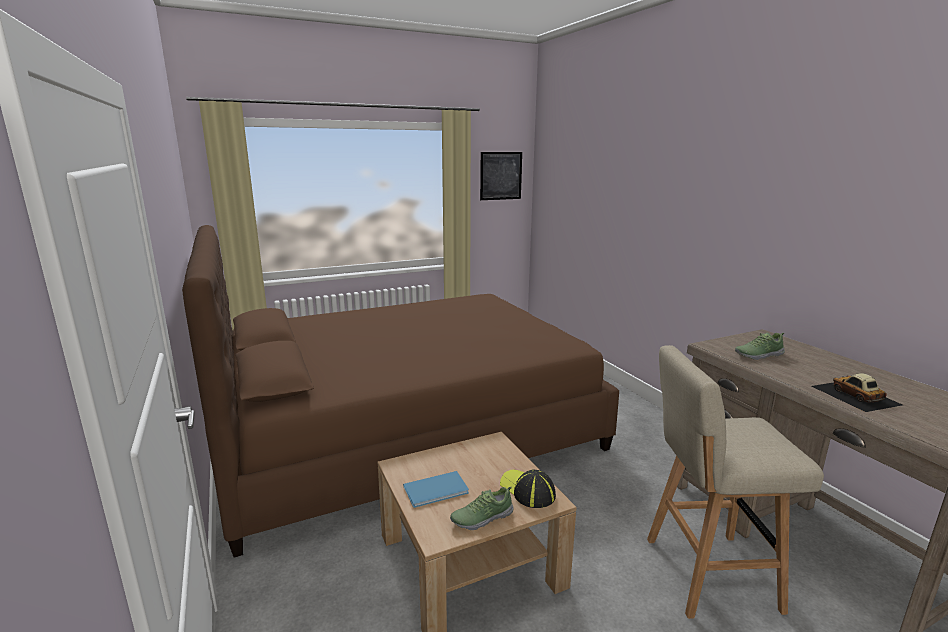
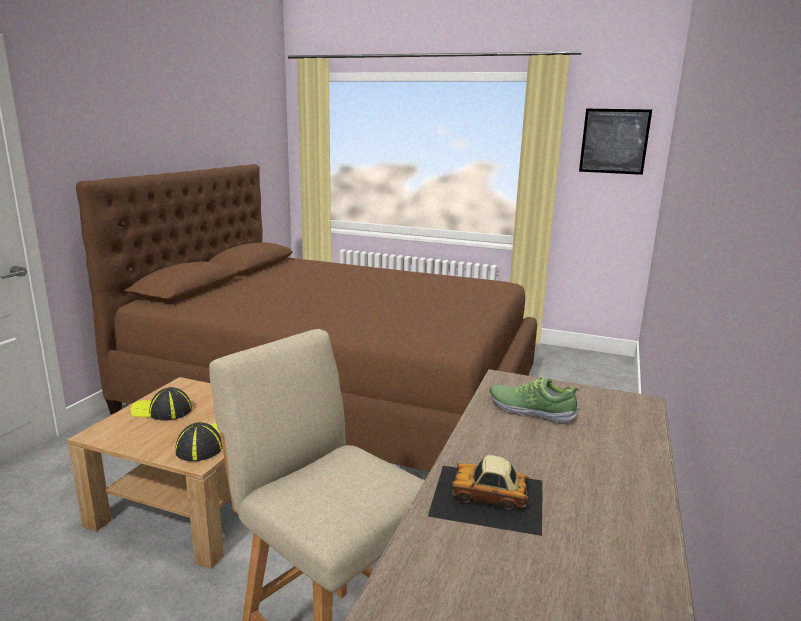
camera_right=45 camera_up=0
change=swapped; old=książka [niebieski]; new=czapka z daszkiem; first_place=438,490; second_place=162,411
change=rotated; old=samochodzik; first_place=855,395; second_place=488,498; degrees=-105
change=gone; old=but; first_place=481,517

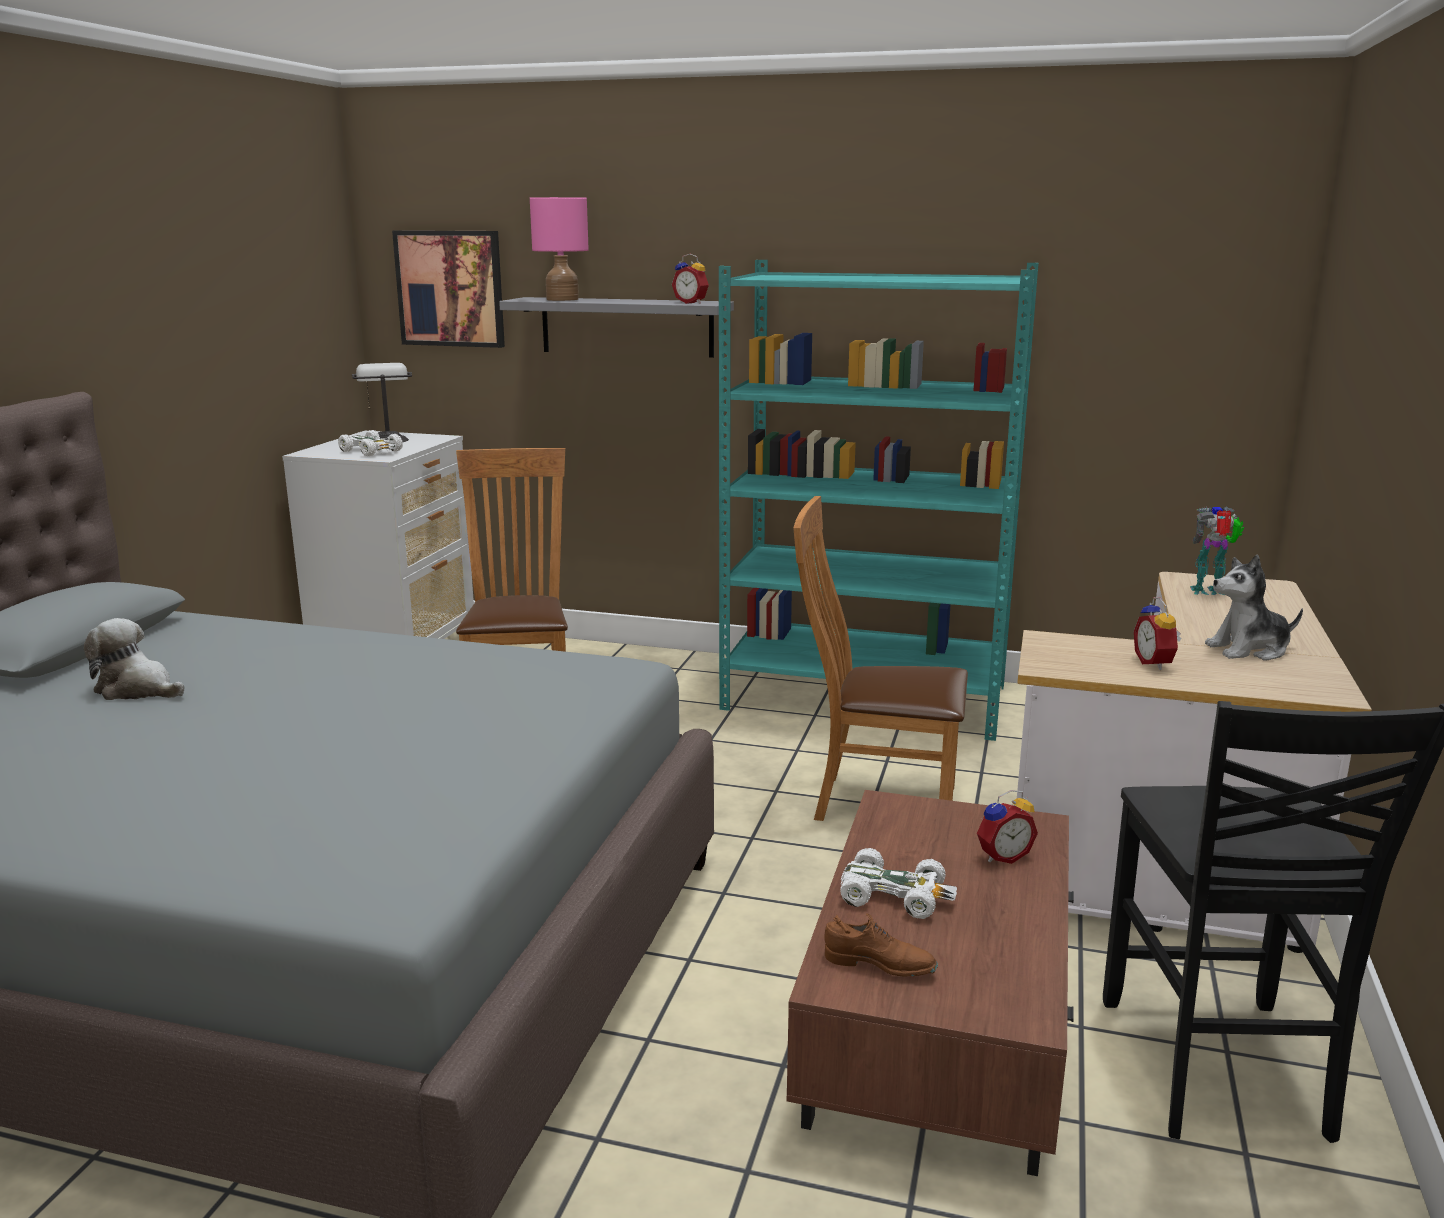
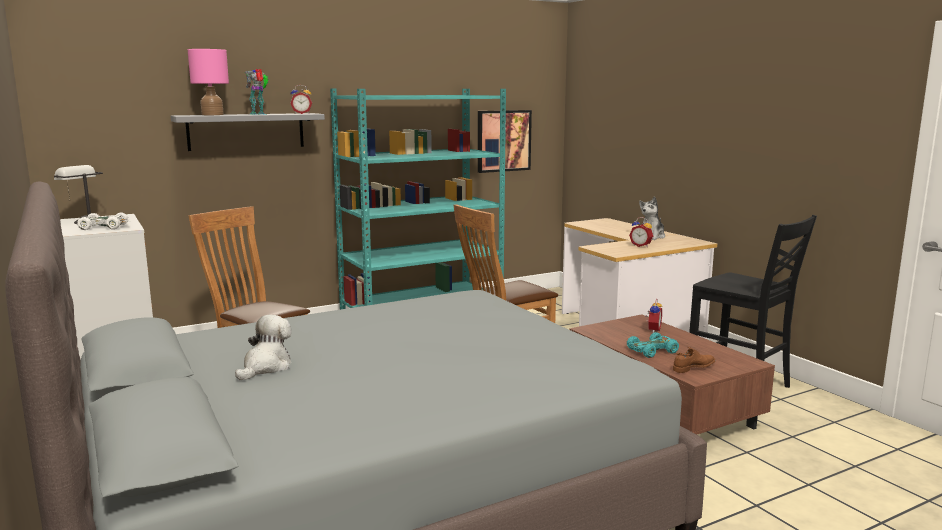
camera_right=-45 camera_up=-5
change=rotated; old=pluszak; first_place=138,690; second_place=266,367; degrees=135
change=shifted; old=robot zabawkowy; first_place=1209,592; second_place=258,114
change=shifted; old=obraz; first_place=450,288; second_place=503,140
change=repainted; old=samochodzik [biały]; new=samochodzik [turkusowy]; first_place=895,895; second_place=652,350

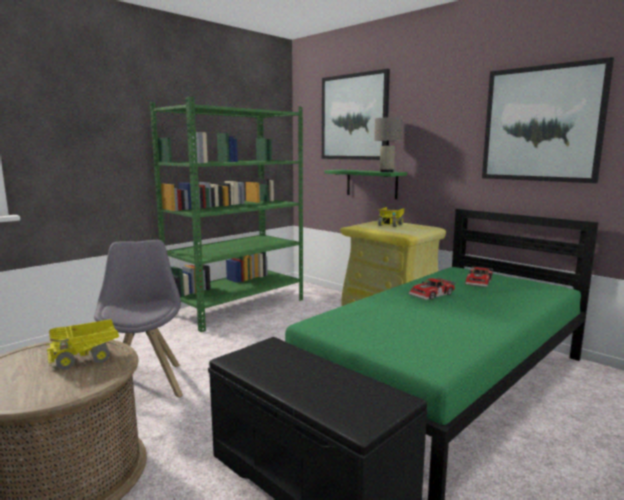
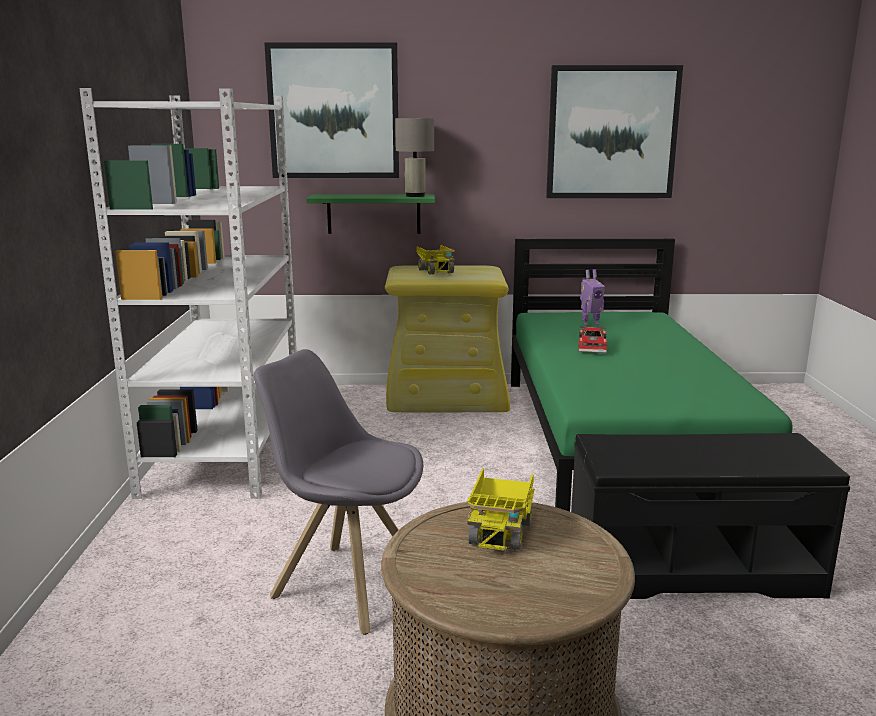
camera_right=-45 camera_up=5
change=repainted; old=regał [zielony]; new=regał [biały]; first_place=237,306; second_place=227,448
change=swapped; old=samochodzik; new=robot zabawkowy; first_place=480,282; second_place=589,323

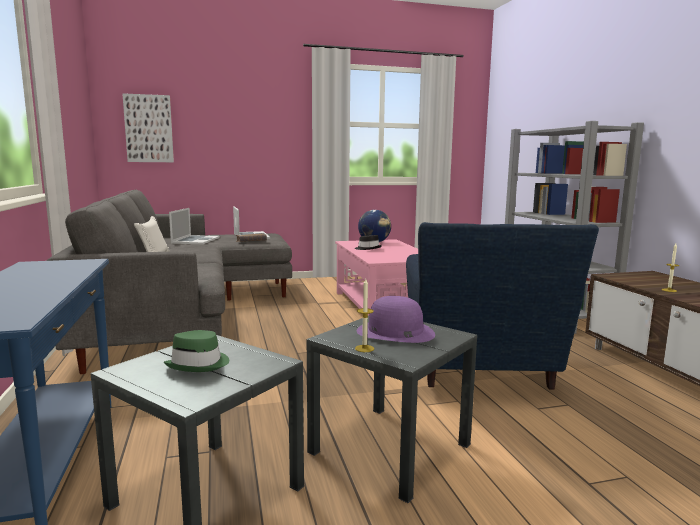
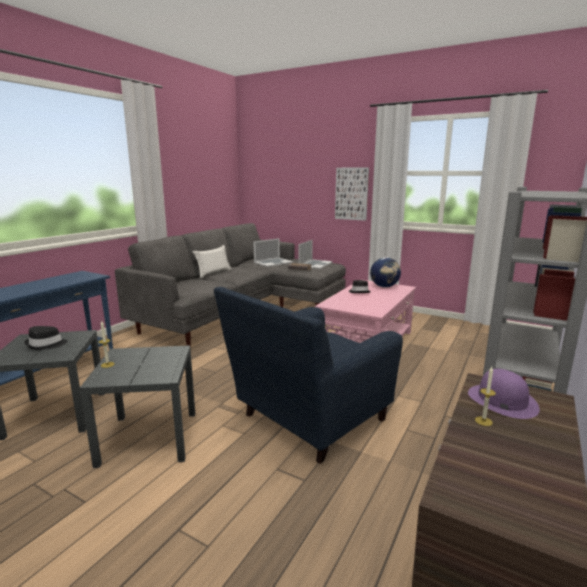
camera_right=45 camera_up=5
change=repainted; old=kapelusz [zielony]; new=kapelusz [czarny]; first_place=199,364; second_place=46,344
change=shifted; old=obraz; first_place=148,128; second_place=351,194
change=shifted; old=kapelusz [fioletowy]; first_place=395,332; second_place=501,400

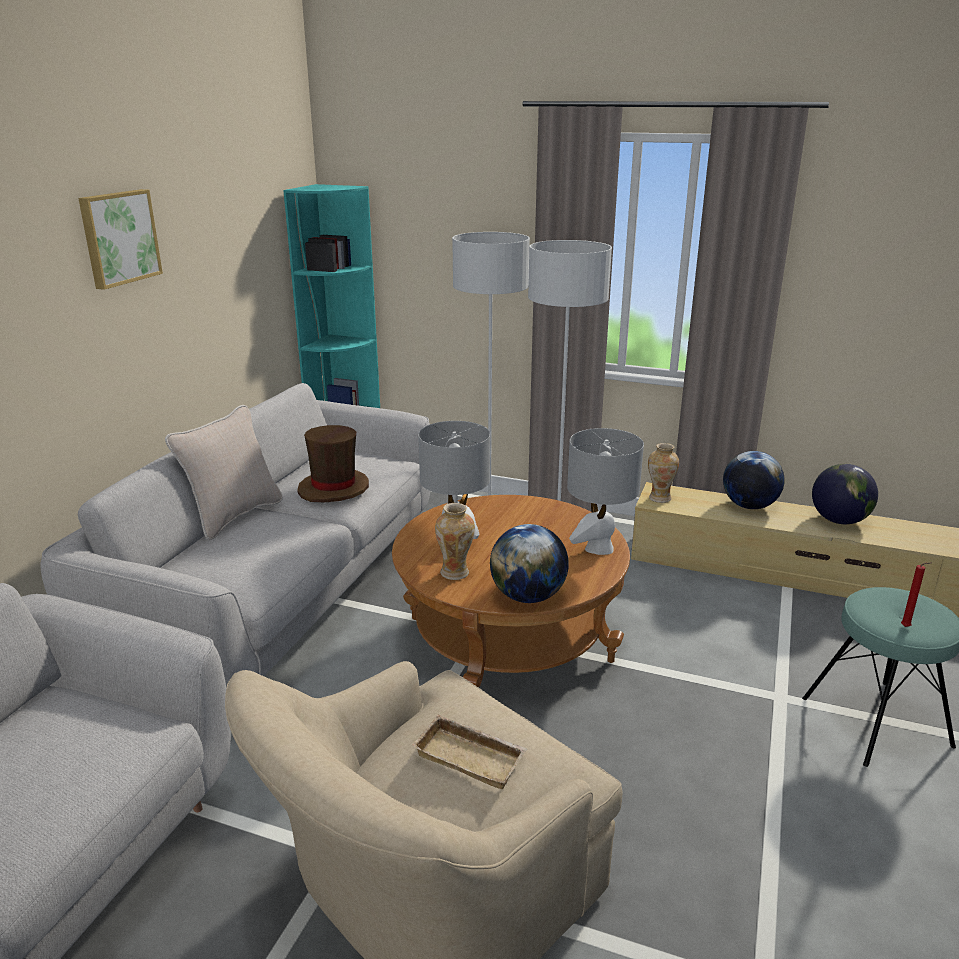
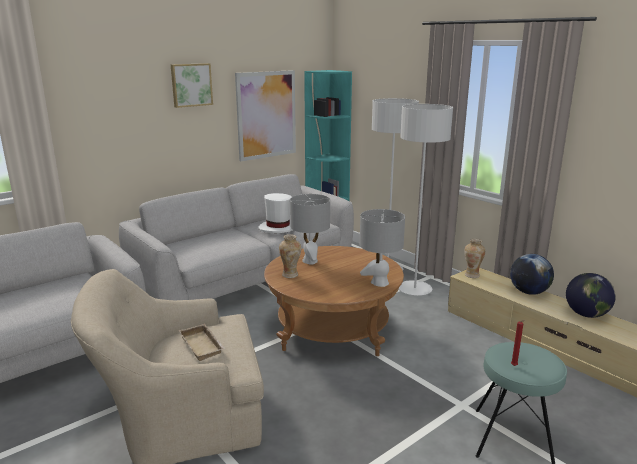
camera_right=30 camera_up=-5
change=new; new=obraz; second_place=266,115
change=repainted; old=kapelusz [brązowy]; new=kapelusz [biały]; first_place=334,488; second_place=278,228
change=gone; old=poduszka [beżowy]; first_place=234,516
change=gone; old=globus; first_place=528,596

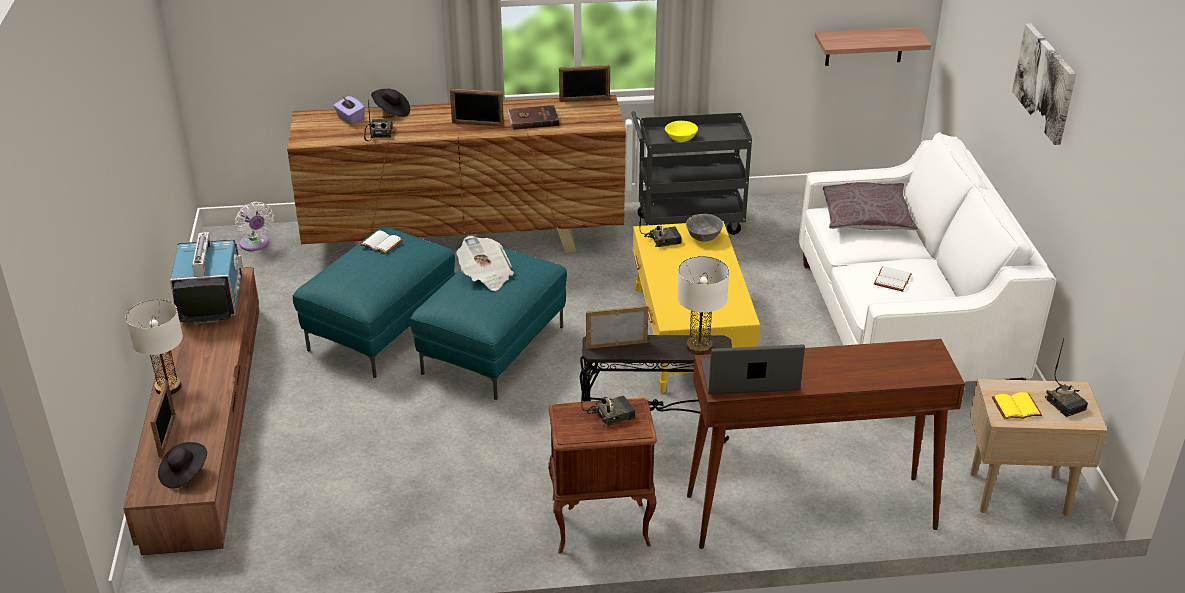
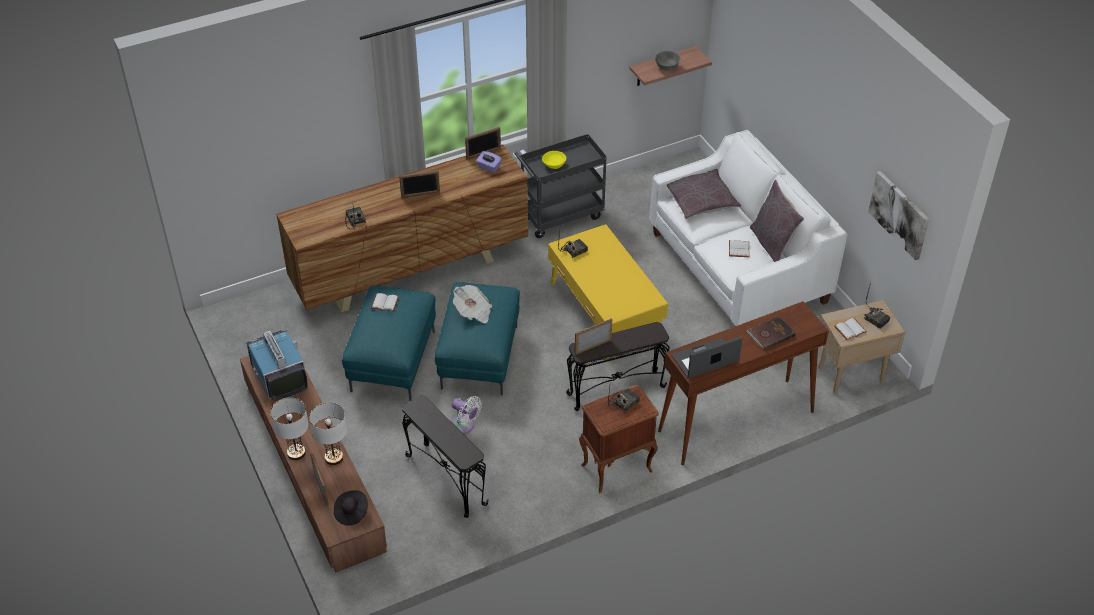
camera_right=-20 camera_up=10
change=shifted; old=lampa stołowa; first_place=699,347; second_place=334,457
change=new; new=stolik [czarny]; second_place=446,480
change=shifted; old=wentylator [biały]; first_place=255,245; second_place=464,426
change=shifted; old=pudełko chusteczek [fioletowy]; first_place=350,118; second_place=489,167
change=shifted; old=miska [szary]; first_place=703,237; second_place=667,67
change=shifted; old=książka [brązowy]; first_place=533,119; second_place=770,334
change=new; new=poduszka [szary]; second_place=772,244
change=repainted; old=książka [żółty]; new=książka [biały]; first_place=1016,406; second_place=850,329
change=shifted; old=obraz; first_place=1045,82; second_place=899,214
change=gone; old=kapelusz [czarny]; first_place=392,111

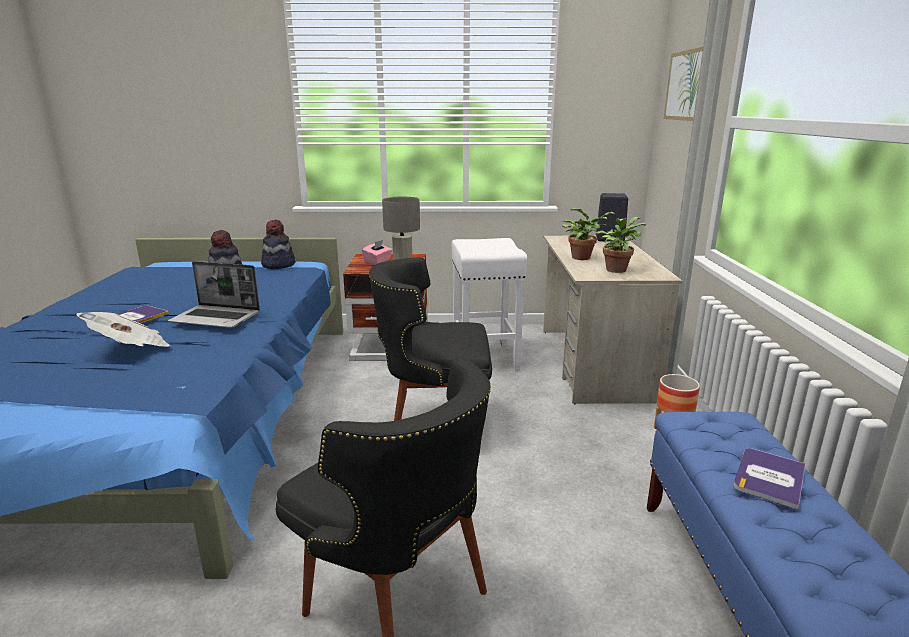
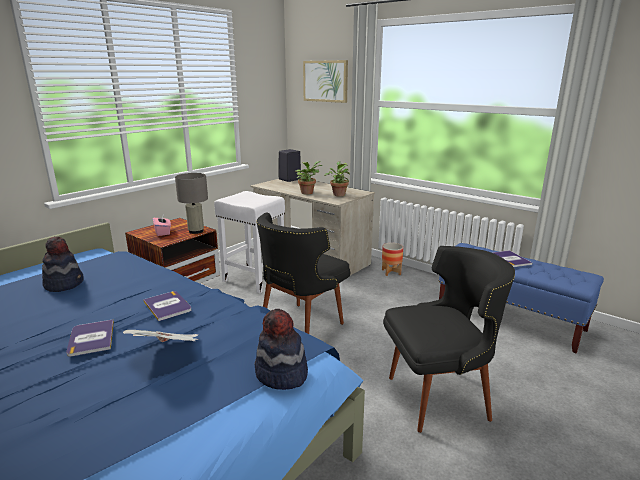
camera_right=-50 camera_up=0
change=swapped; old=laptop; new=książka; first_place=217,318; second_place=167,306
change=shifted; old=kapelusz; first_place=278,265; second_place=281,374

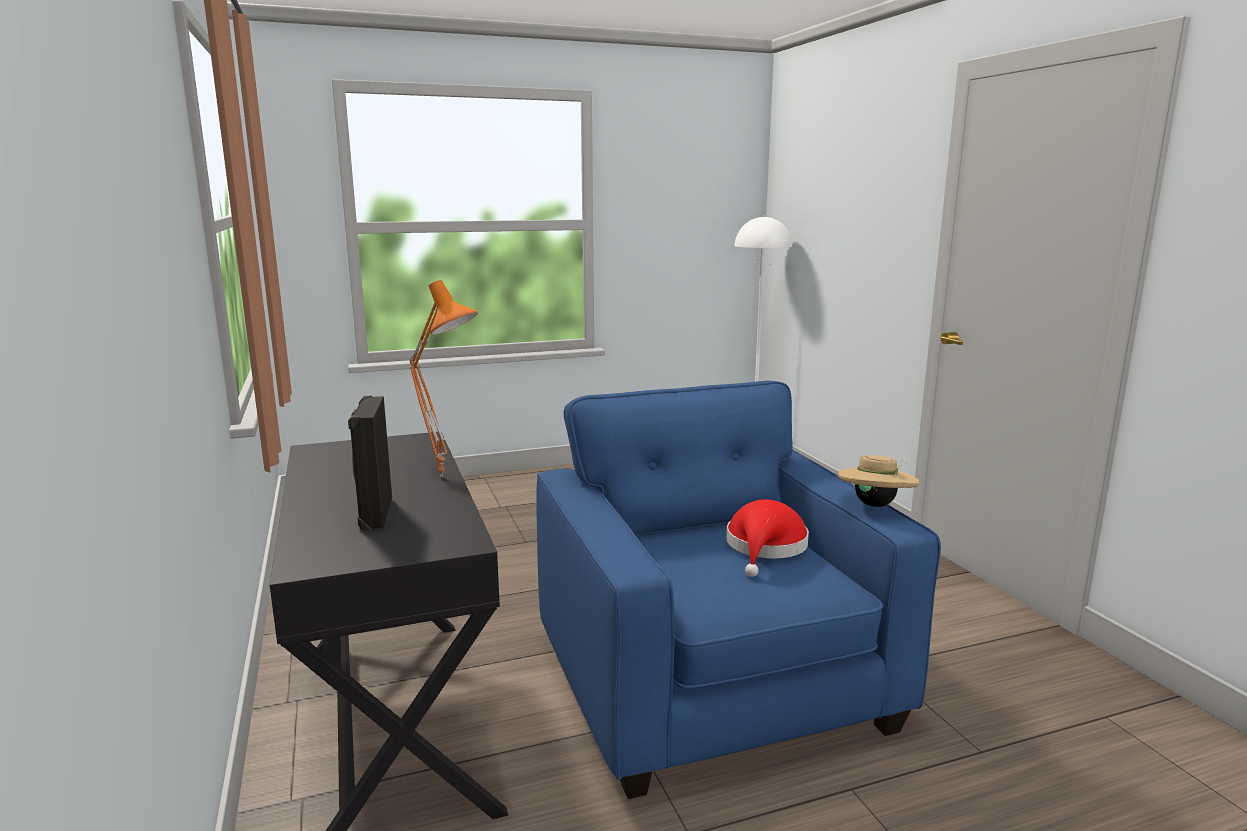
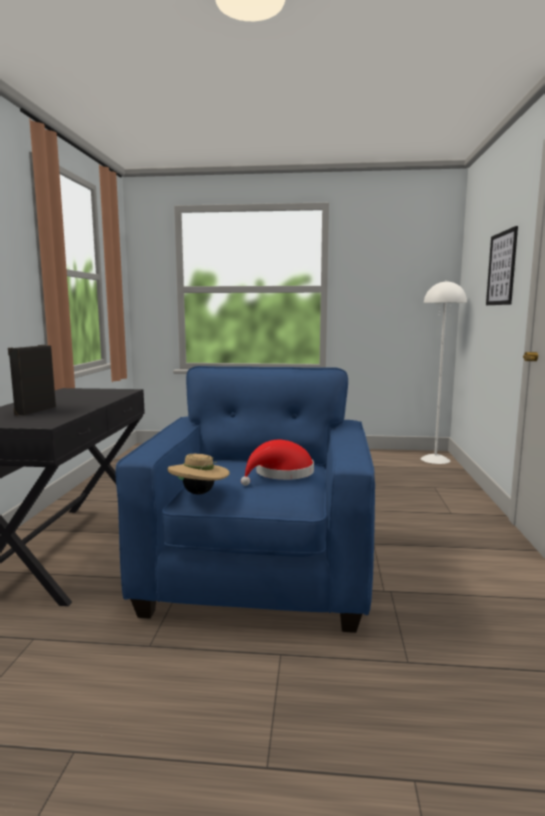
camera_right=25 camera_up=-5
change=shifted; old=kapelusz [beżowy]; first_place=875,505; second_place=199,493
change=new; new=obraz; second_place=501,268
change=gone; old=lampa stołowa [pomarańczowy]; first_place=445,476

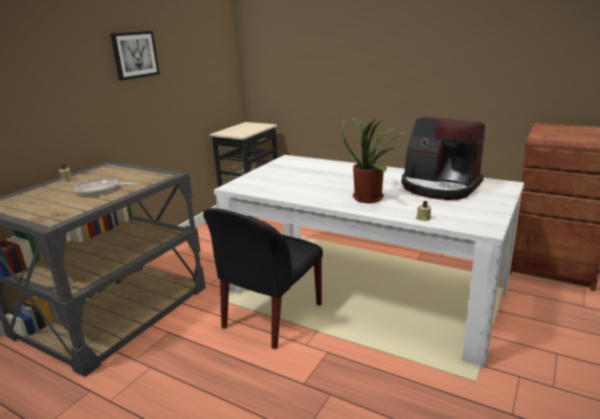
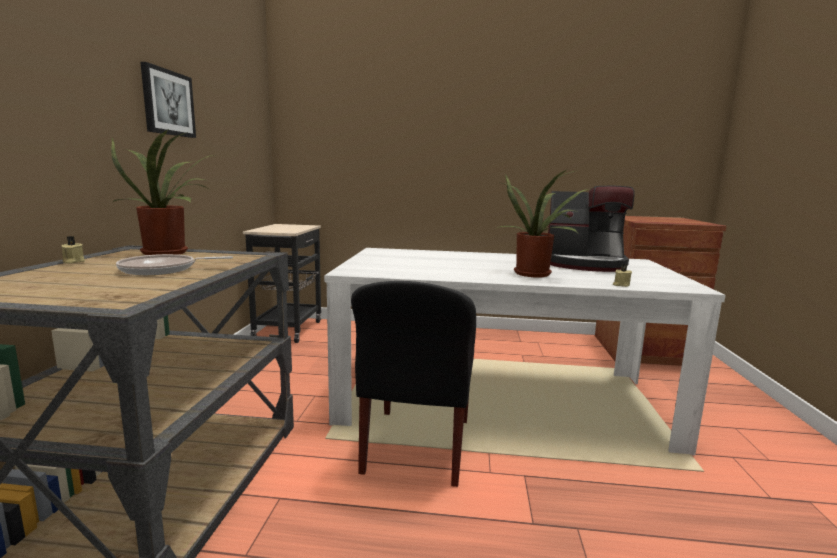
camera_right=-25 camera_up=-10
change=new; new=roślina doniczkowa; second_place=169,252

